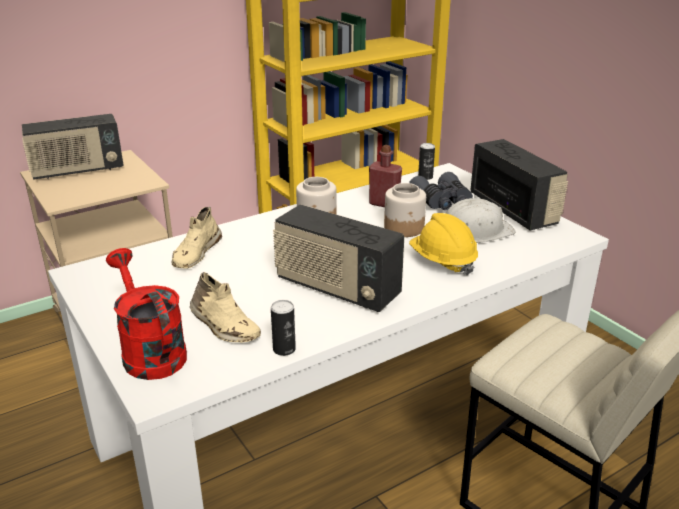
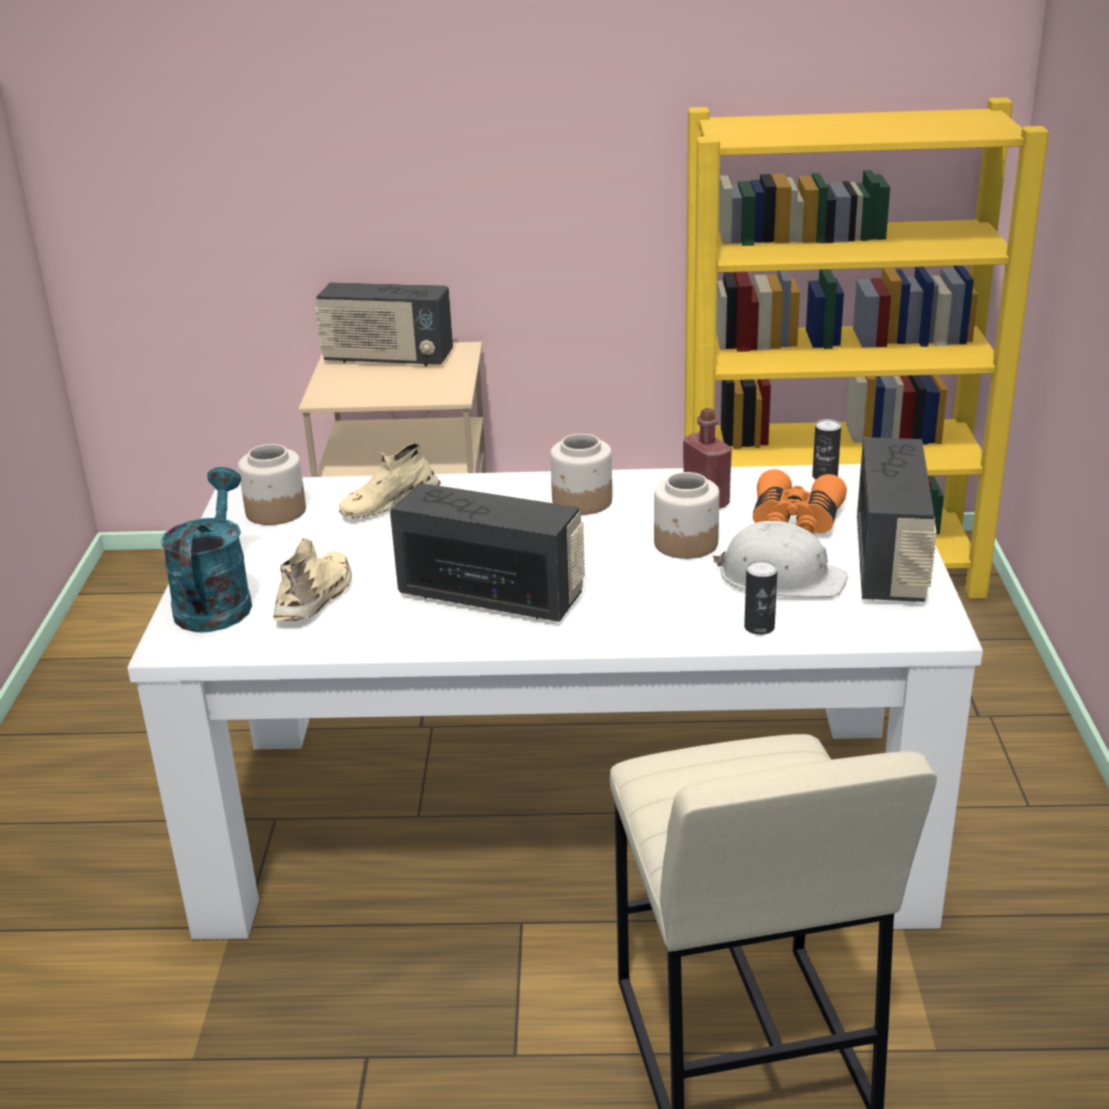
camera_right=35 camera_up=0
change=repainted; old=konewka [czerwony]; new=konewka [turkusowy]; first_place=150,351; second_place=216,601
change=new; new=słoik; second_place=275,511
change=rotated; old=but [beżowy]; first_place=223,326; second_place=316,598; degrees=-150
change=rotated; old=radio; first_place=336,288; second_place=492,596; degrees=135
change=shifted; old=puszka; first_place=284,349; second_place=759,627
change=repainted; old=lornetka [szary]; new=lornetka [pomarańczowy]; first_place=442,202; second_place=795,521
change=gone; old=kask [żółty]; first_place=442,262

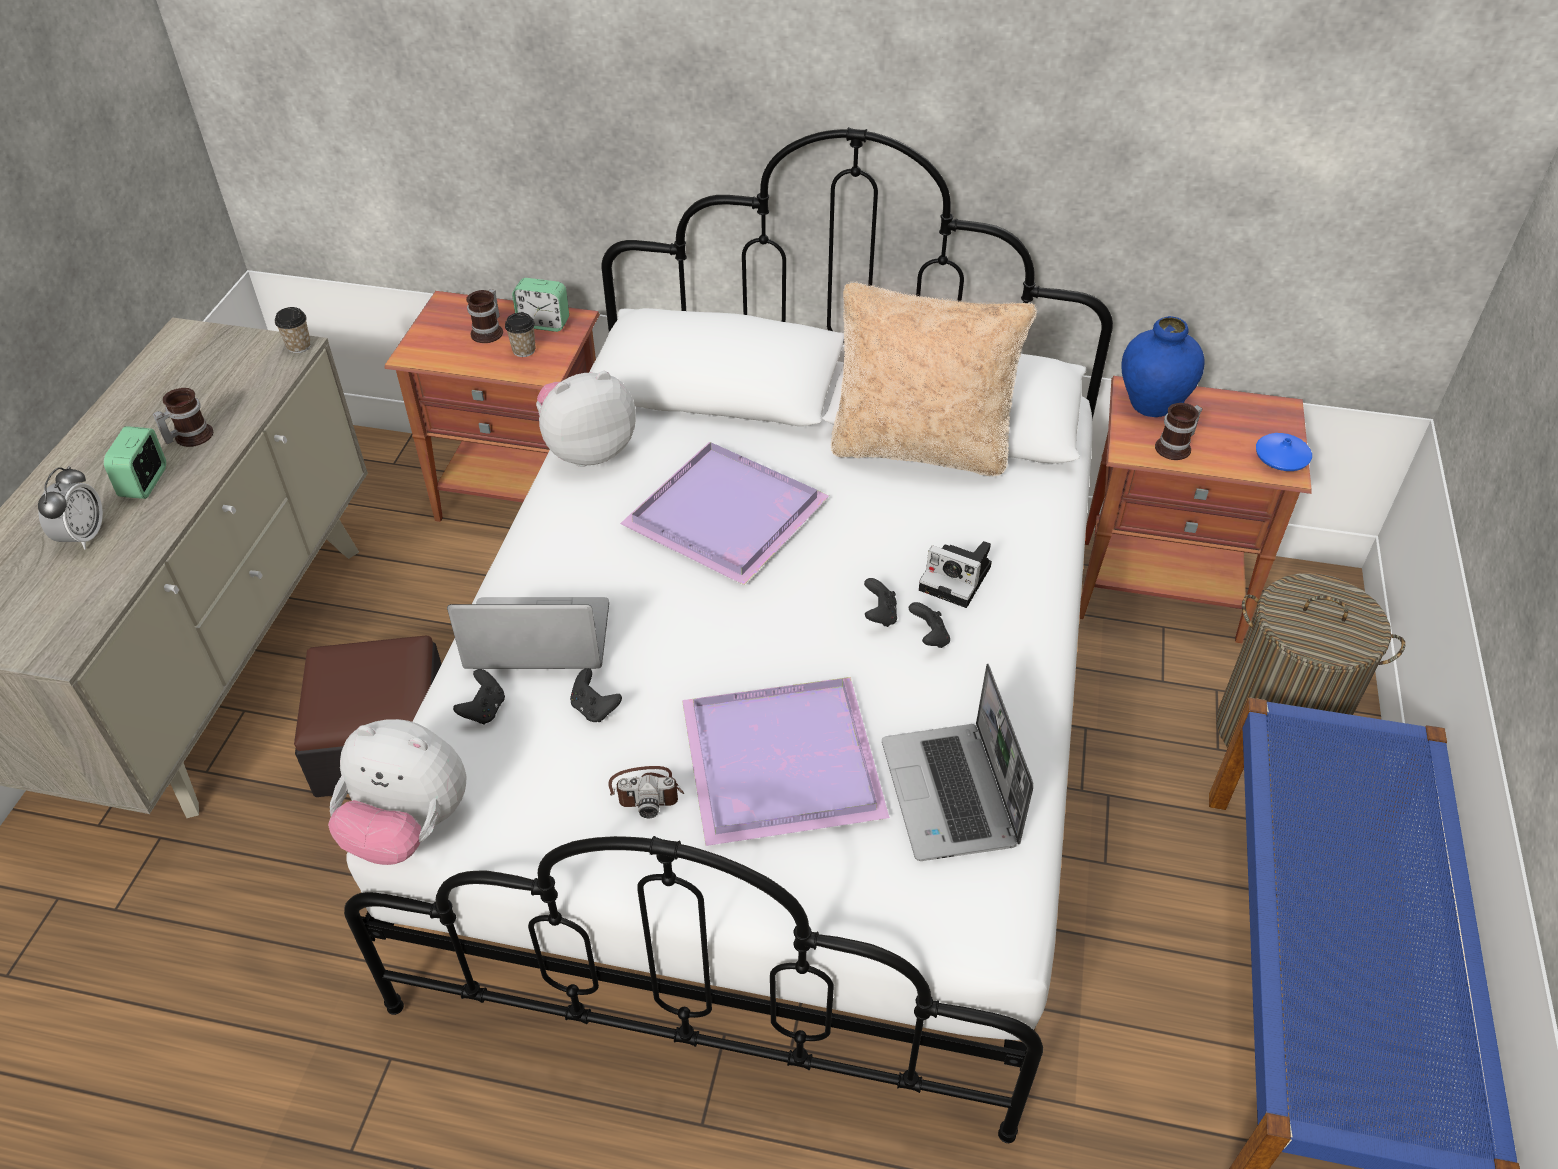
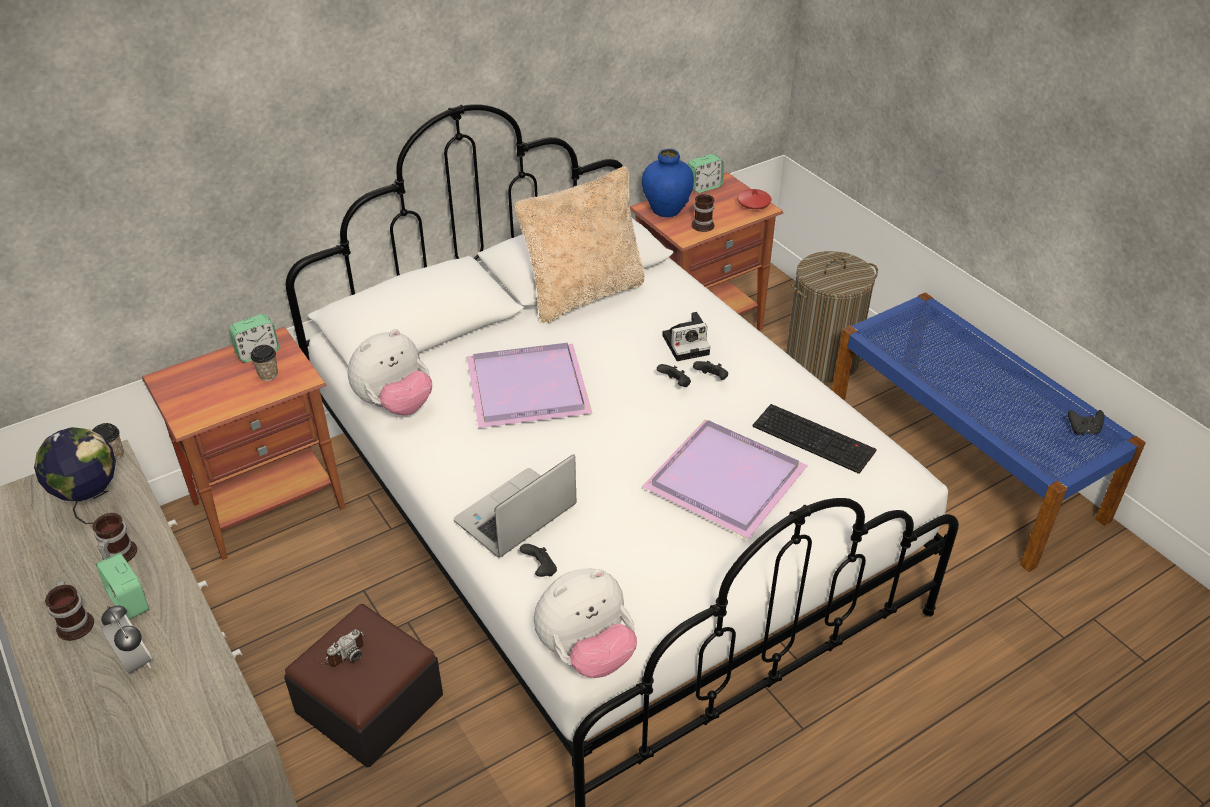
camera_right=-45 camera_up=-5
change=new; new=globus; second_place=92,503
change=shifted; old=kubek; first_place=490,332; second_place=76,622
change=shifted; old=aparat fotograficzny; first_place=646,791; second_place=340,651
change=rotated; old=pluszak; first_place=588,450; second_place=395,404; degrees=-150
change=new; new=budzik; second_place=704,187
change=repainted; old=wazon [niebieski]; new=wazon [czerwony]; first_place=1281,458; second_place=753,204
change=swapped; old=laptop; new=klawiatura; first_place=951,795; second_place=815,438
change=shifted; old=pad do gier [czarny]; first_place=594,708; second_place=1083,430

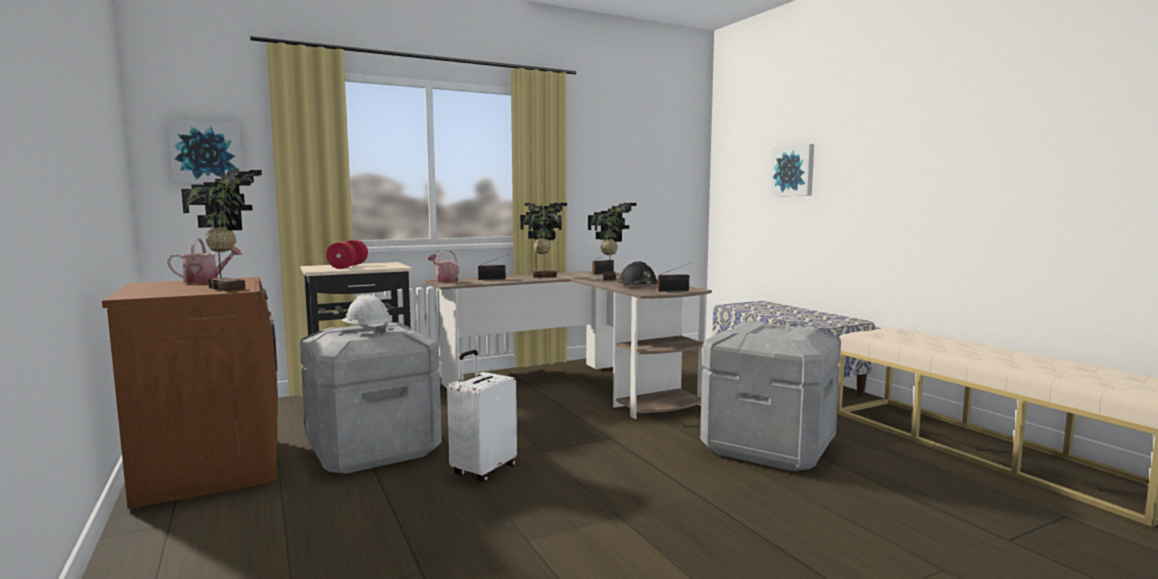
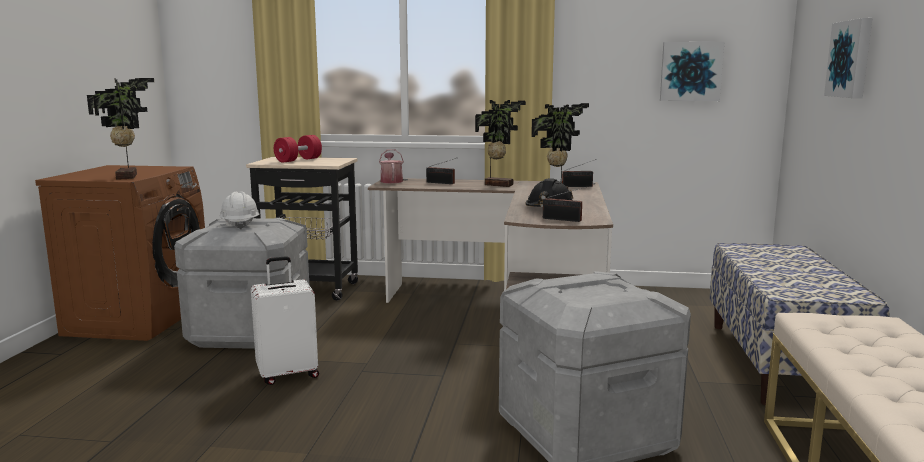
camera_right=35 camera_up=5
change=shifted; old=obraz; first_place=207,153; second_place=690,71
change=gone; old=konewka; first_place=206,280

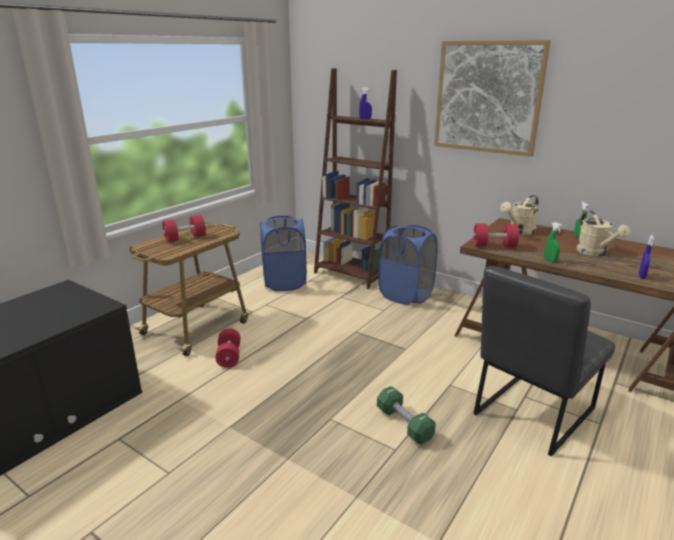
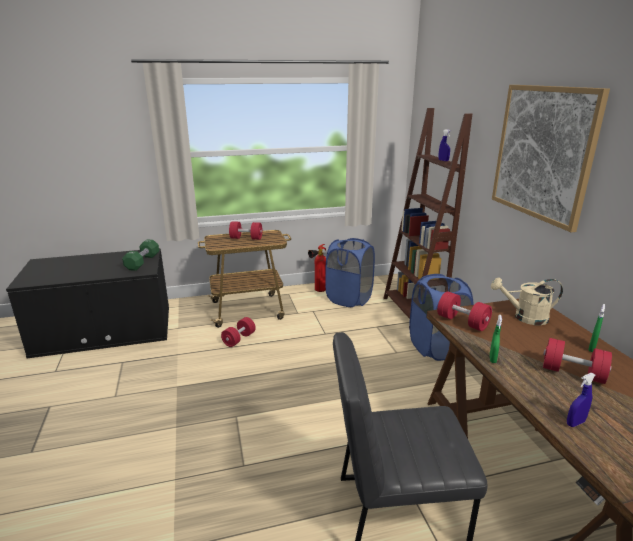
camera_right=40 camera_up=0
change=shifted; old=hantel [zielony]; first_place=404,424; second_place=142,262
change=new; new=gaśnica; second_place=318,291
change=swapped; old=konewka [beżowy]; new=hantel [czerwony]; first_place=595,253; second_place=572,373

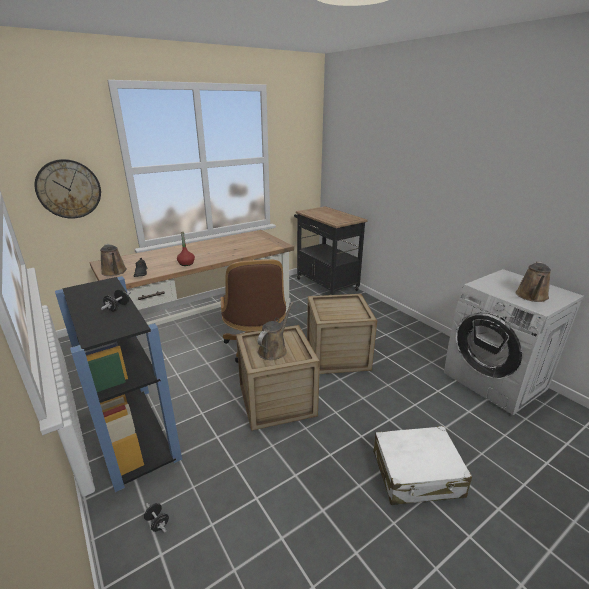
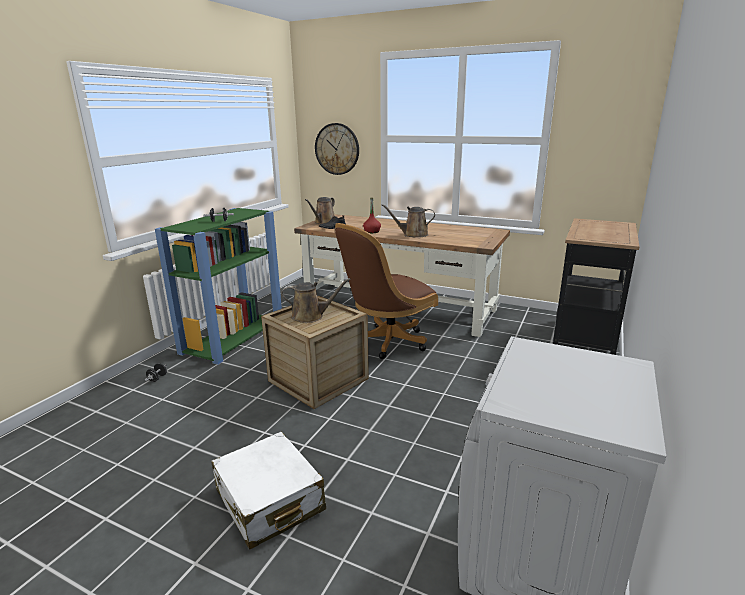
camera_right=60 camera_up=-5
change=repainted; old=regał [czarny]; new=regał [zielony]; first_place=133,432; second_place=234,337
change=shifted; old=konewka [brązowy]; first_place=532,297; second_place=413,235
change=gone; old=skrzynka; first_place=337,355

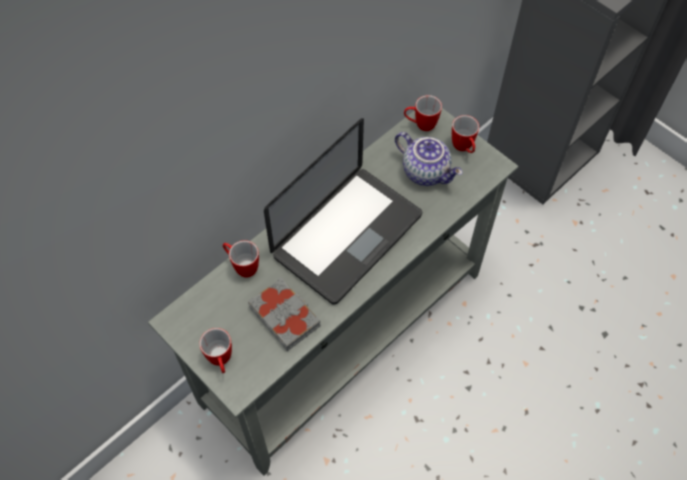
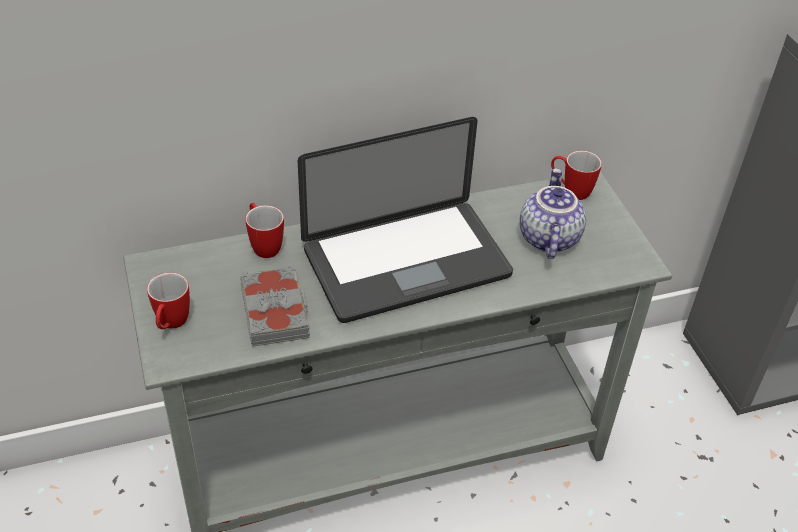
camera_right=25 camera_up=-15
change=rotated; old=imbryk; first_place=426,171; second_place=547,237; degrees=-150
change=gone; old=kubek; first_place=463,149

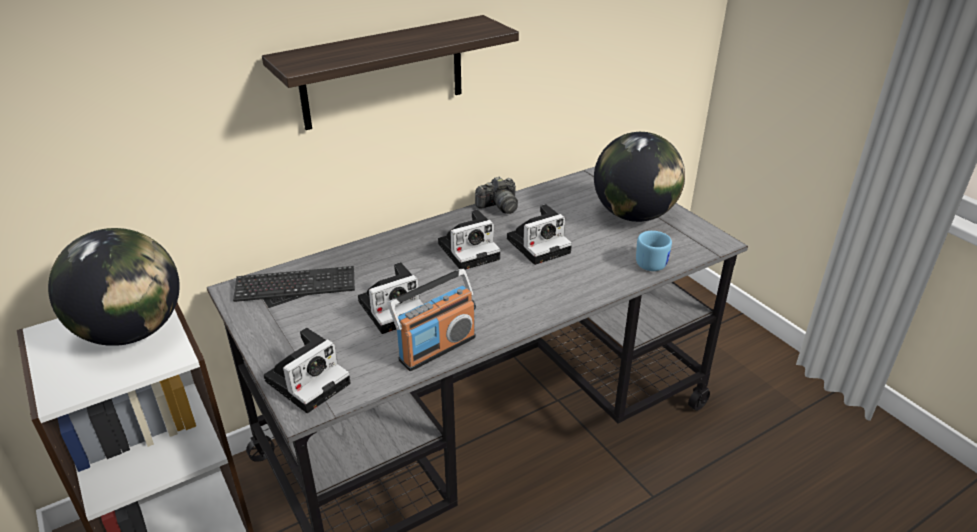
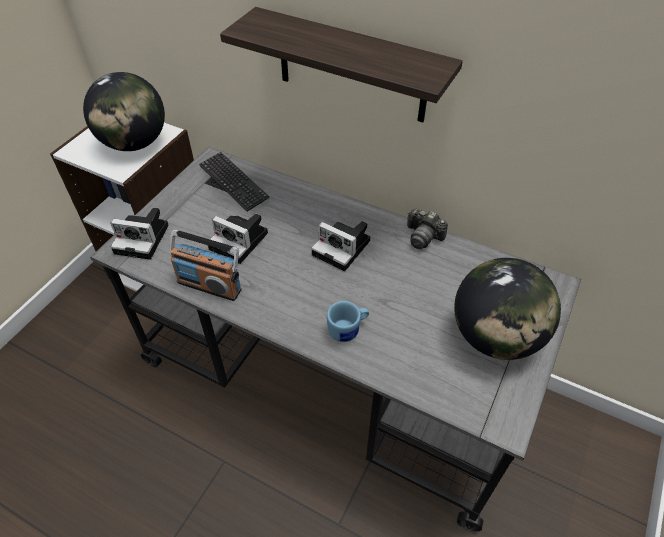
camera_right=60 camera_up=15
change=shifted; old=kubek [niebieski]; first_place=650,262; second_place=348,330
change=gone; old=aparat fotograficzny; first_place=540,244

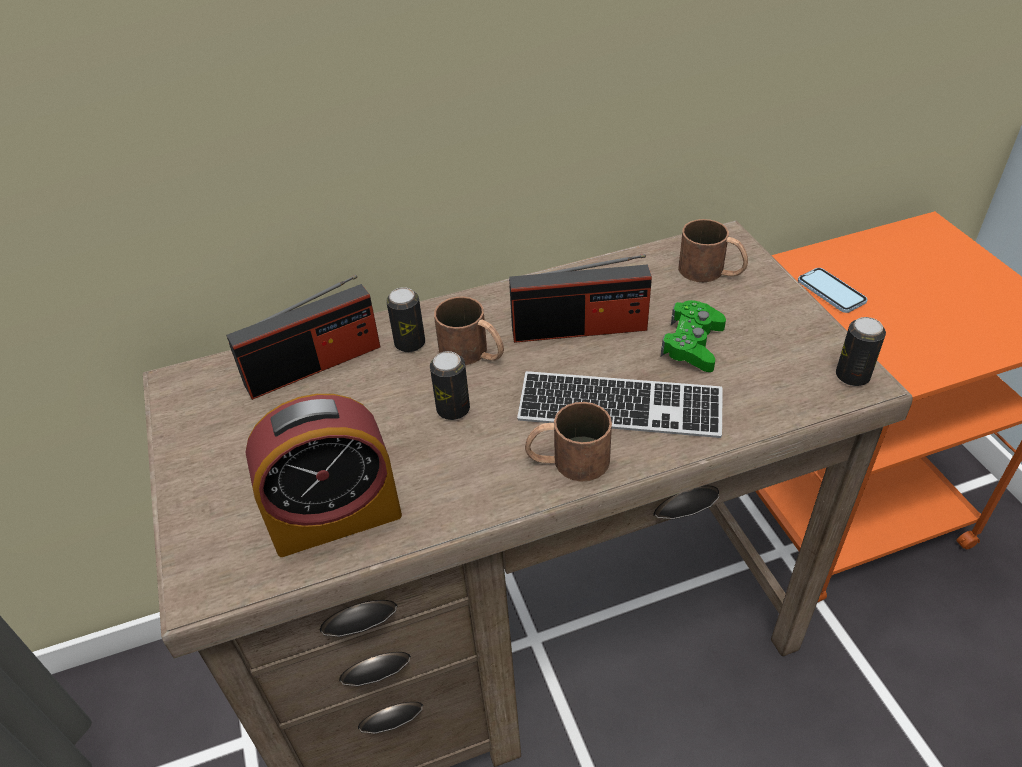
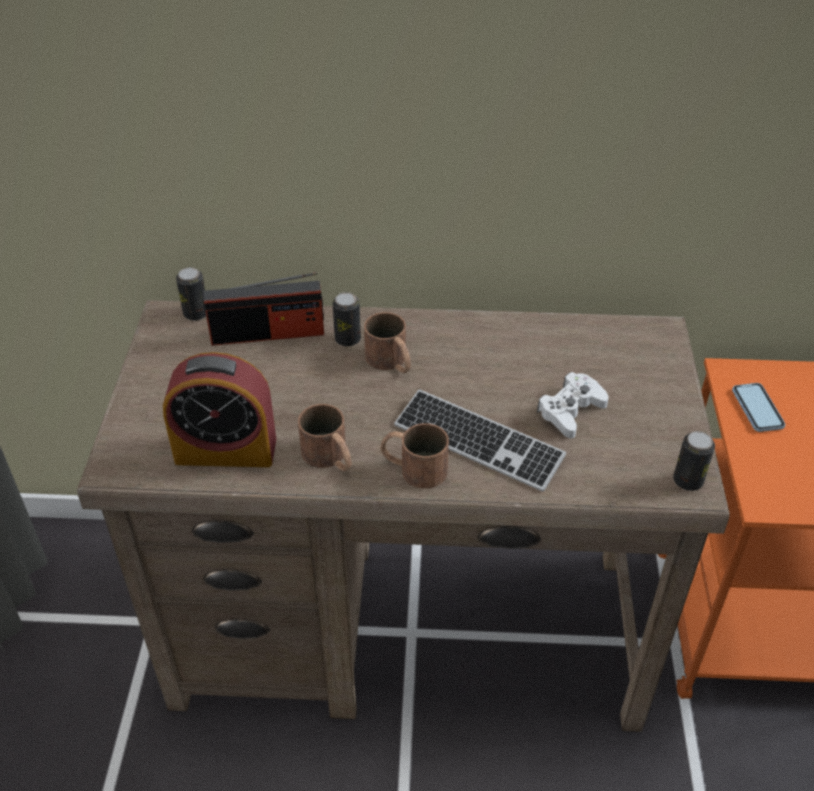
camera_right=20 camera_up=0
change=shifted; old=puszka; first_place=453,409; second_place=196,313
change=shifted; old=kubek [brązowy]; first_place=711,271; second_place=330,458
change=repainted; old=pad do gier [zielony]; new=pad do gier [biały]; first_place=692,344; second_place=570,411
change=gone; old=radio; first_place=579,328

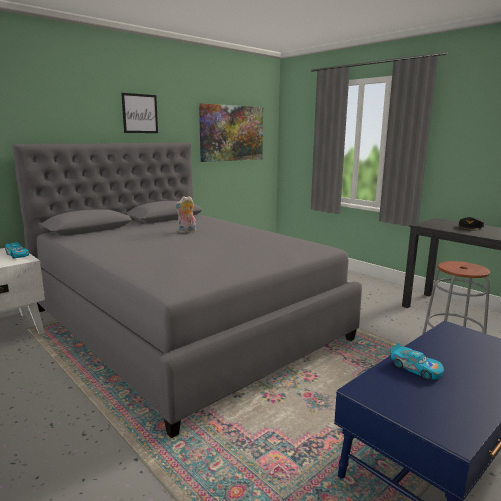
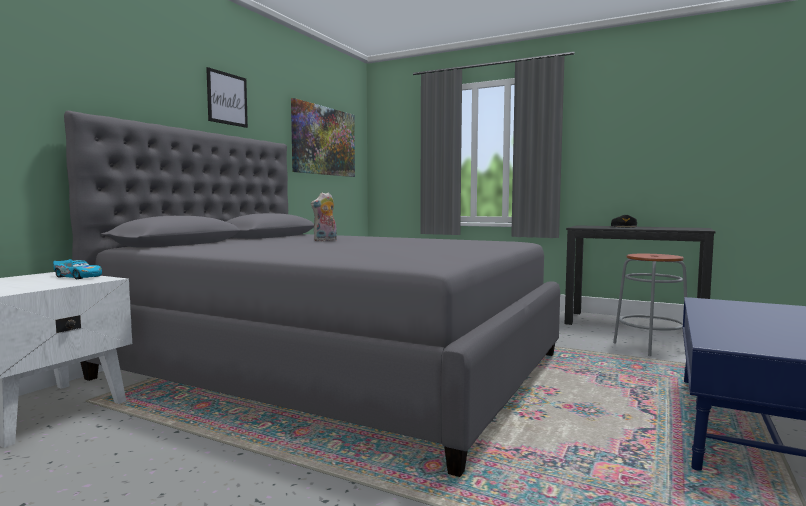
camera_right=-20 camera_up=-10
change=gone; old=samochodzik; first_place=415,368

